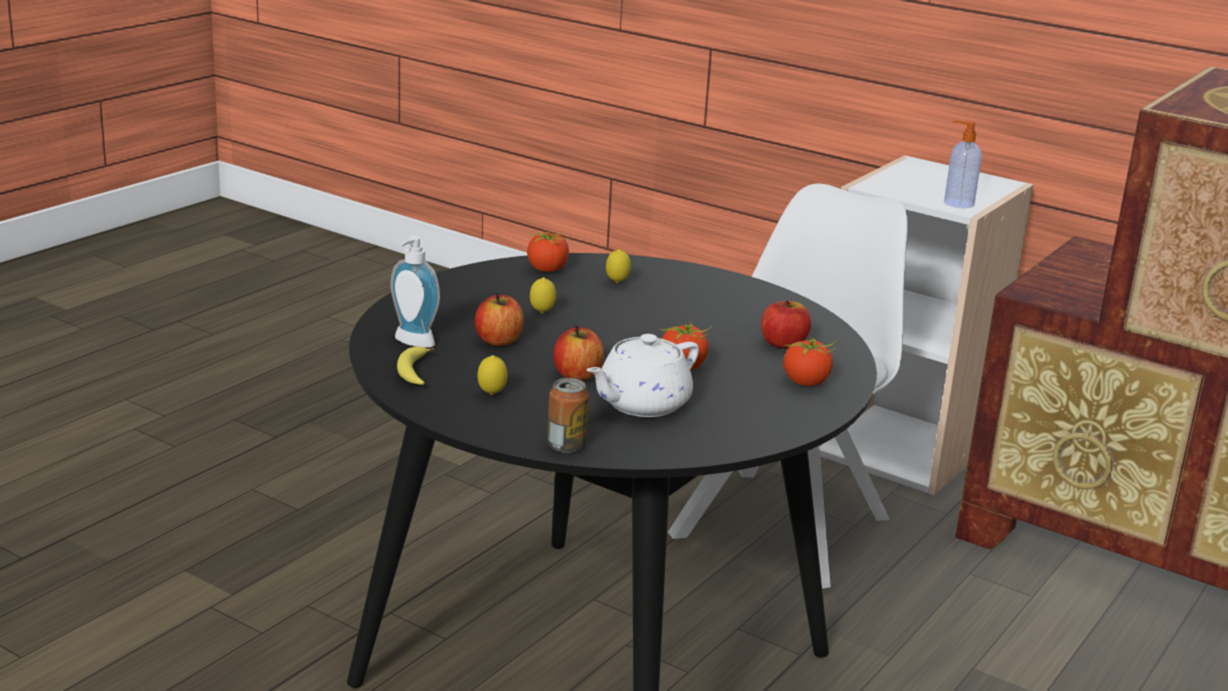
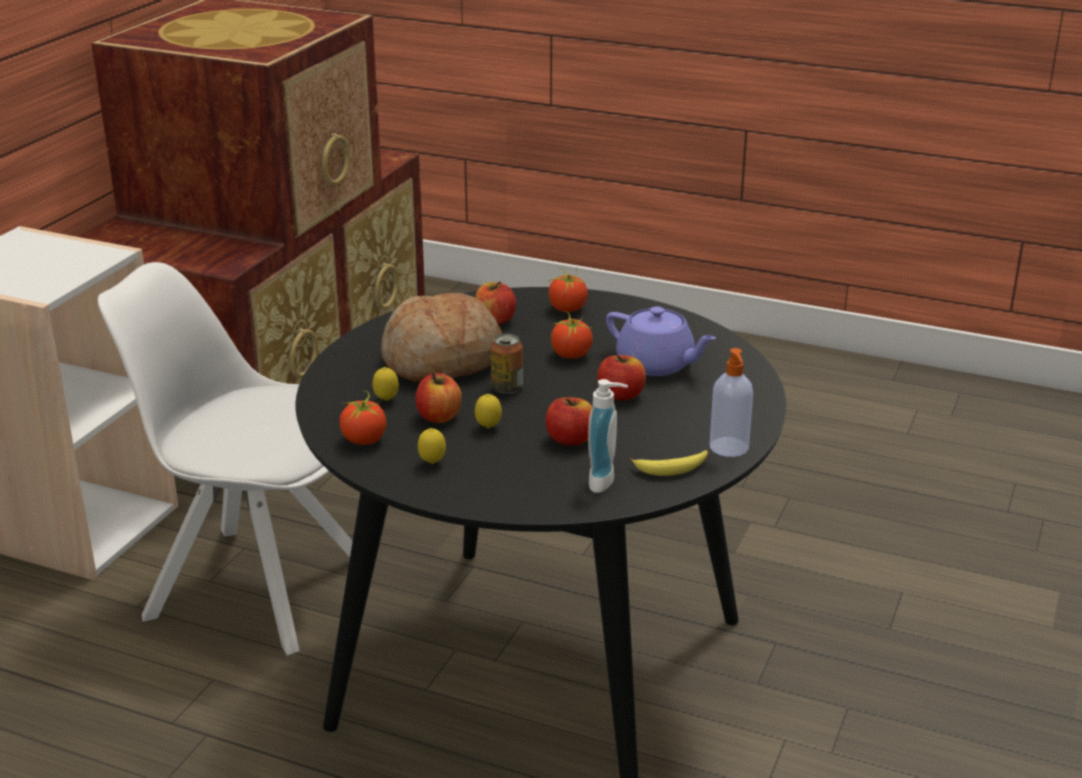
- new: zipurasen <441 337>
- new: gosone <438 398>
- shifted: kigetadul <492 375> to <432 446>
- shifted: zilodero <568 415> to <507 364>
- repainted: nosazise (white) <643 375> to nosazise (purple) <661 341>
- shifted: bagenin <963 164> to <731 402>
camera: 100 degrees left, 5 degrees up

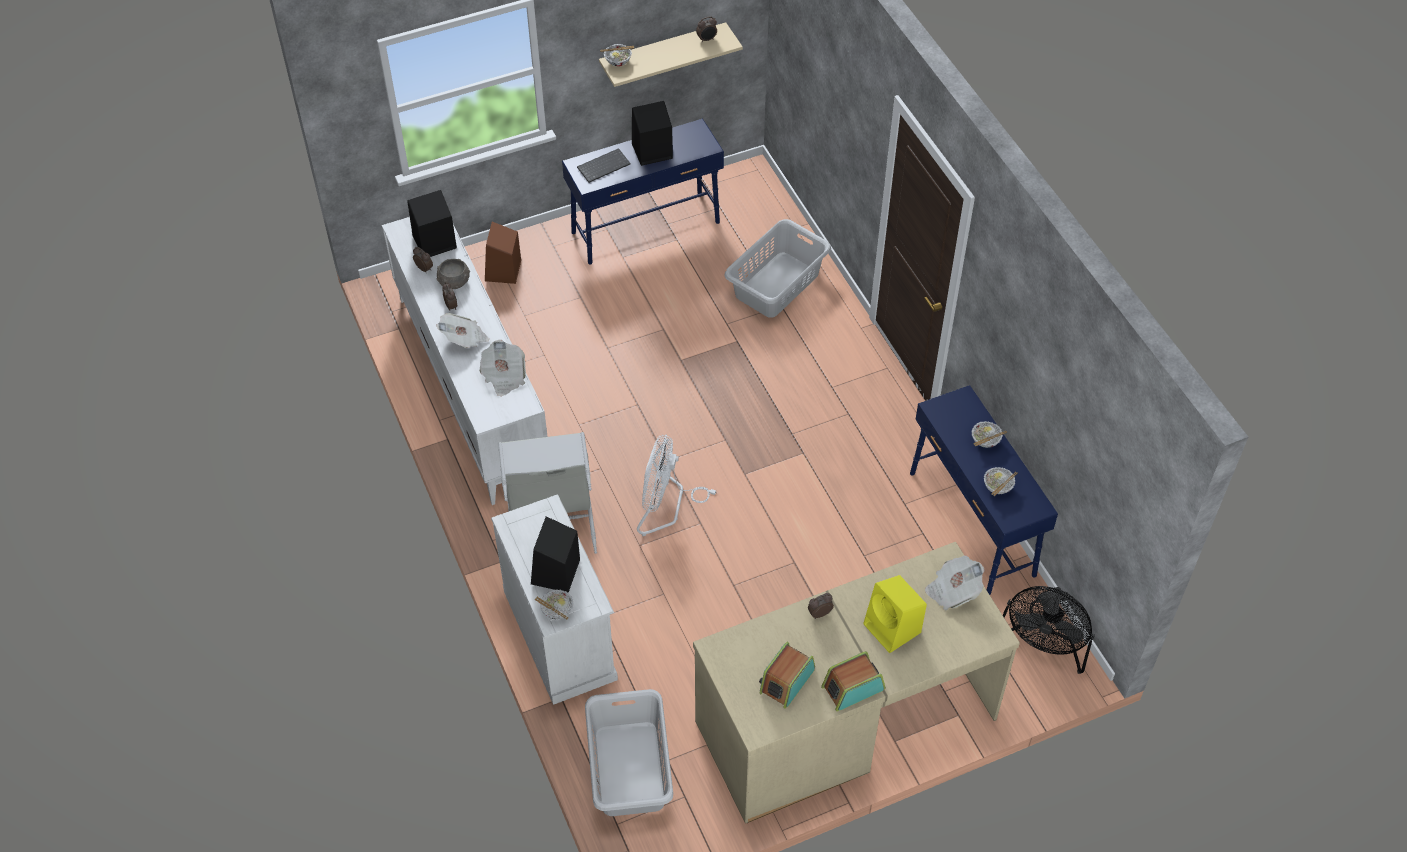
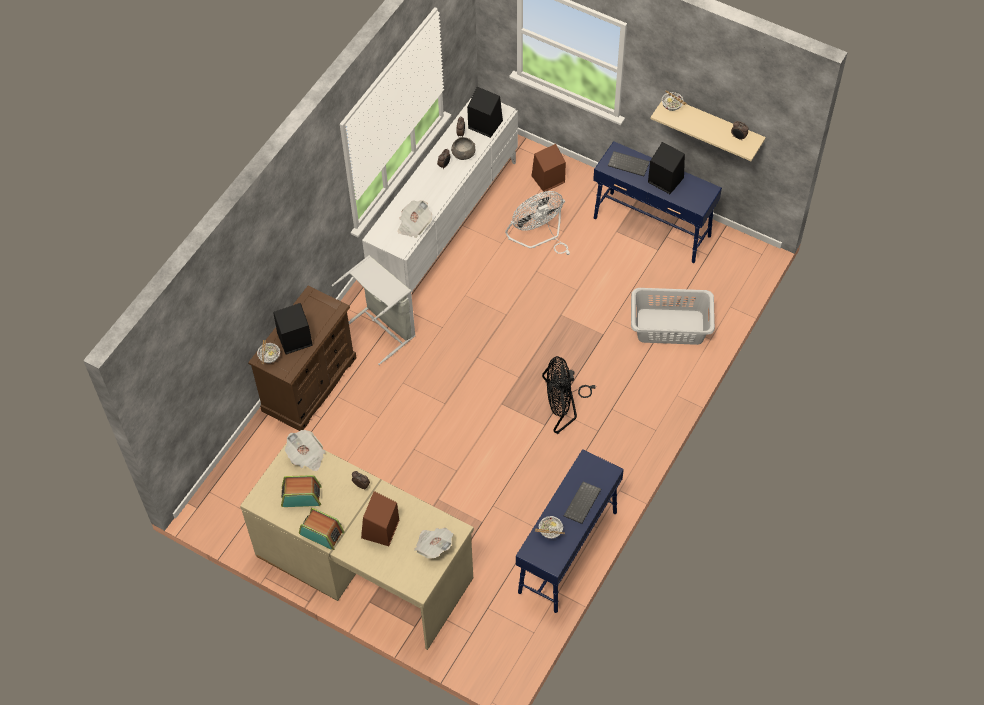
- repainted: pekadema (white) <554 600> to pekadema (brown) <302 358>
- shifted: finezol <462 330> to <305 450>
- repainted: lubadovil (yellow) <895 614> to lubadovil (brown) <380 518>
- shifted: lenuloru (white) <677 485> to <537 223>
- shifted: lenuloru (black) <1049 630> to <569 395>
- swapped: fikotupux <989 434> to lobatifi <582 503>
- gone: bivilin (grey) <629 752>
camera: 55 degrees right, 5 degrees up

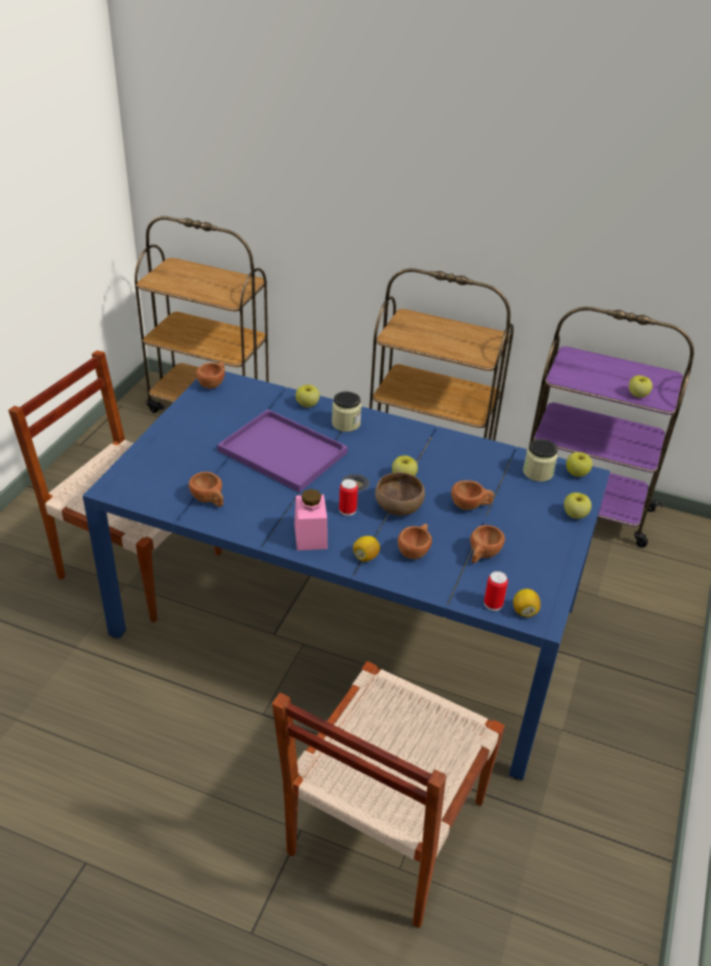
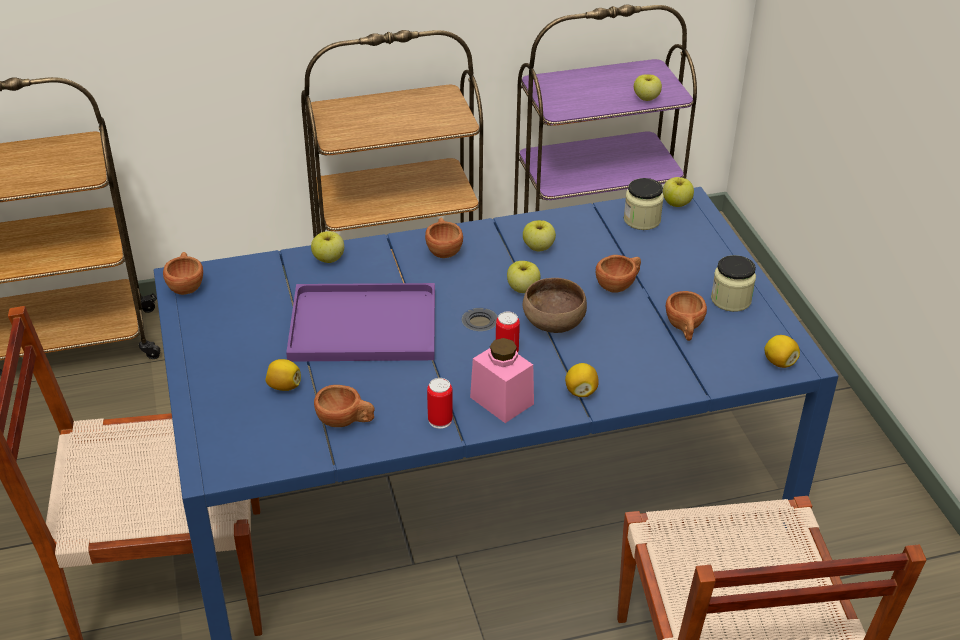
- new: kigetadul <283 375>
- shifted: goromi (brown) <415 541> to <444 238>
- shifted: zilodero <496 591> to <440 403>
- shifted: gosone <578 505> to <539 235>
- shifted: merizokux <347 412> to <733 283>
camera: 35 degrees left, 0 degrees up

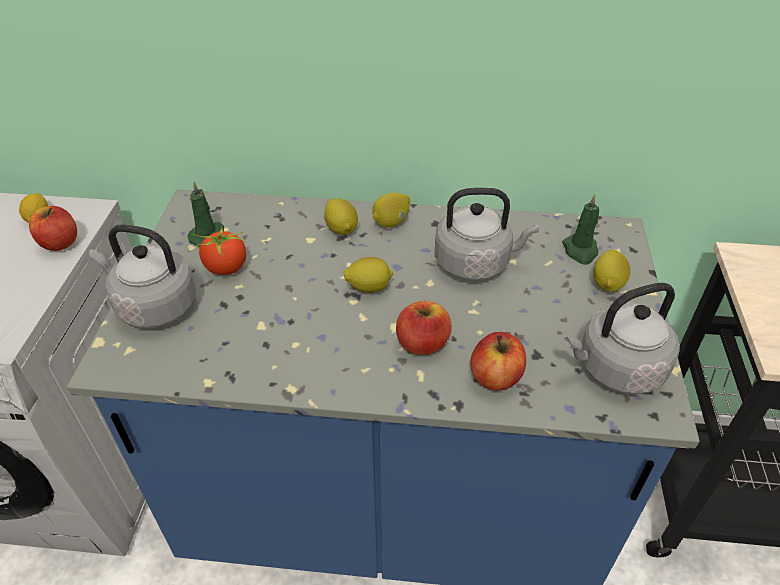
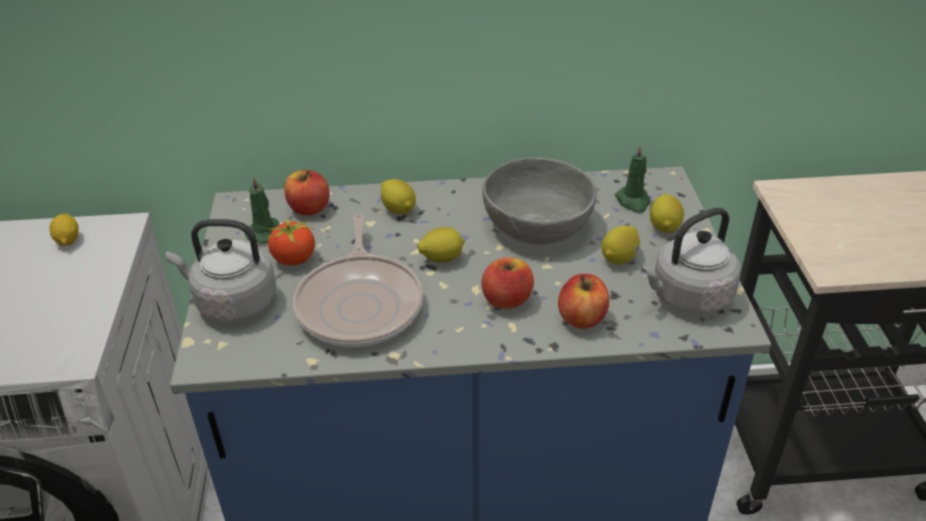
- shifted: gosone <53 228> to <306 192>
- new: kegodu <358 280>
- swapped: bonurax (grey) <486 234> to fikotupux (grey) <539 201>
- shifted: kigetadul <391 210> to <621 245>
camera: 10 degrees left, 5 degrees down

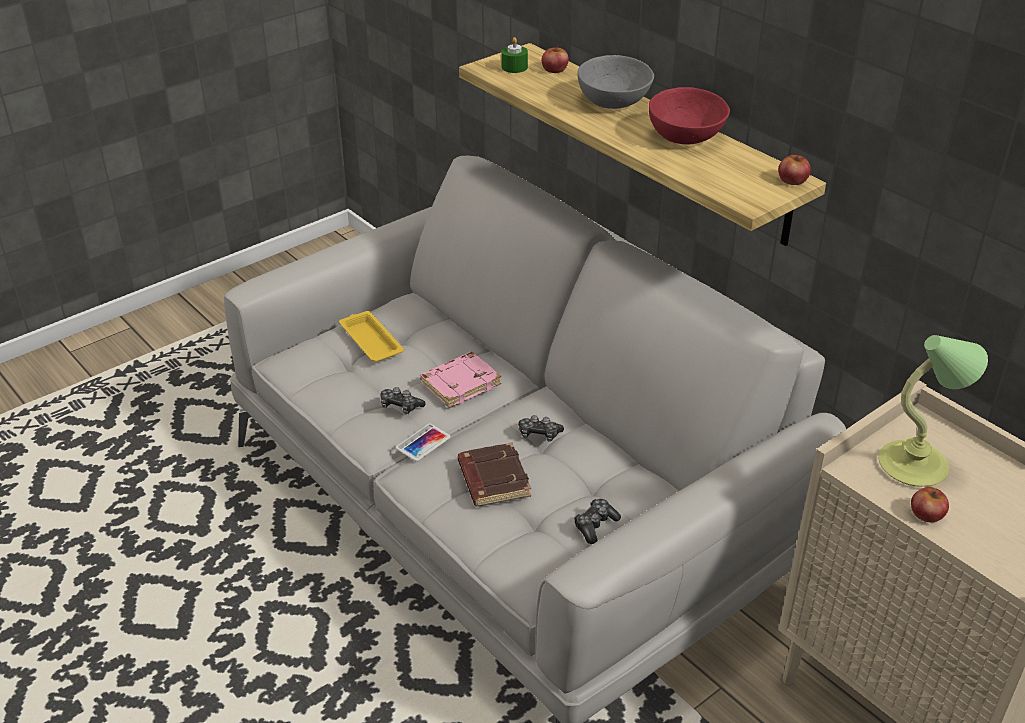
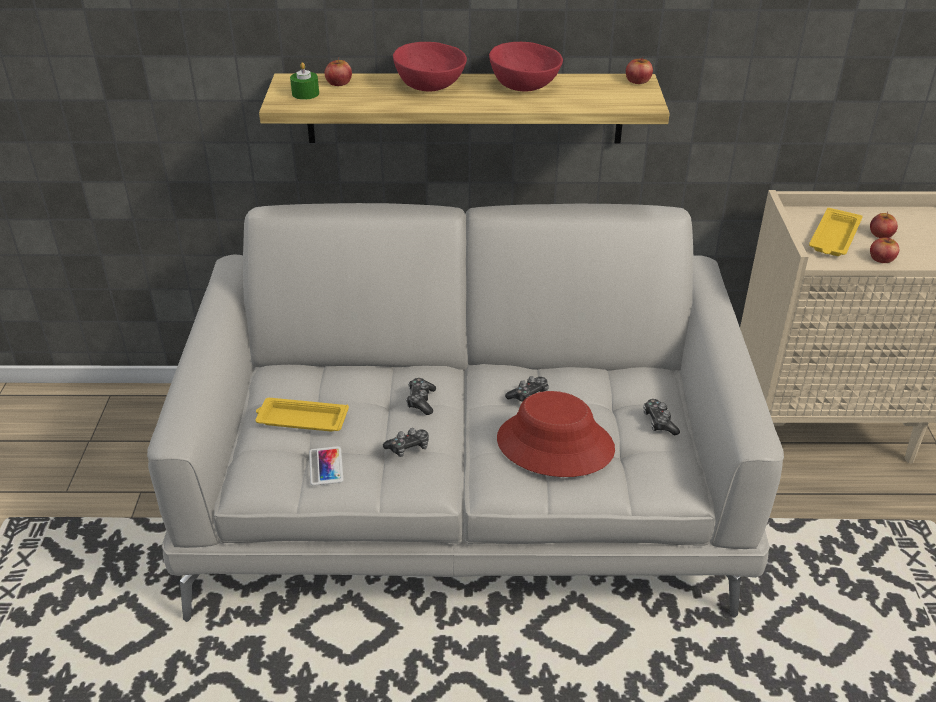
- shifted: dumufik <423 442> to <326 466>
- repainted: fikotupux (grey) <616 82> to fikotupux (red) <430 67>
- swapped: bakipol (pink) <460 380> to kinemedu <421 396>
- swapped: bakipol (brown) <494 474> to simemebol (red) <556 434>
- swapped: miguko <933 411> to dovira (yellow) <835 232>
- new: gosone <884 225>
camera: 50 degrees left, 0 degrees up

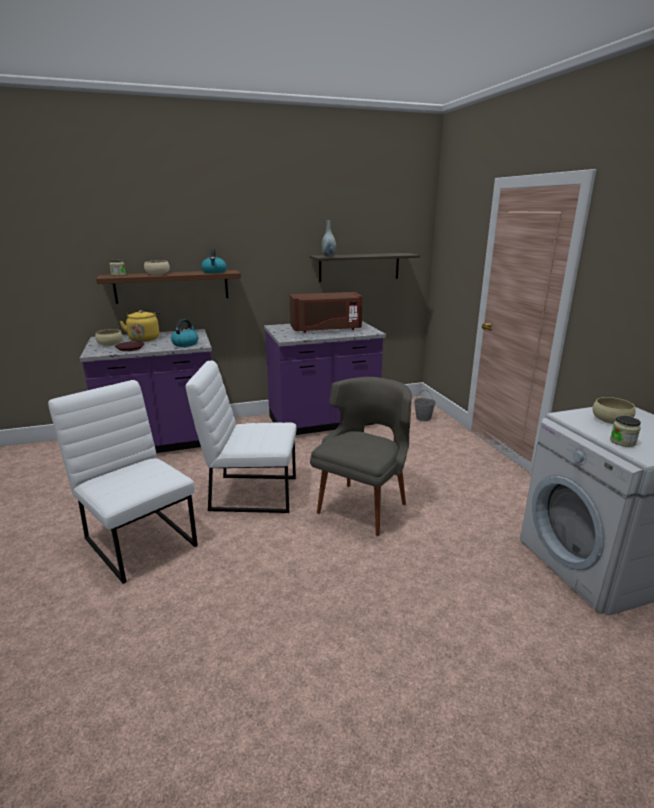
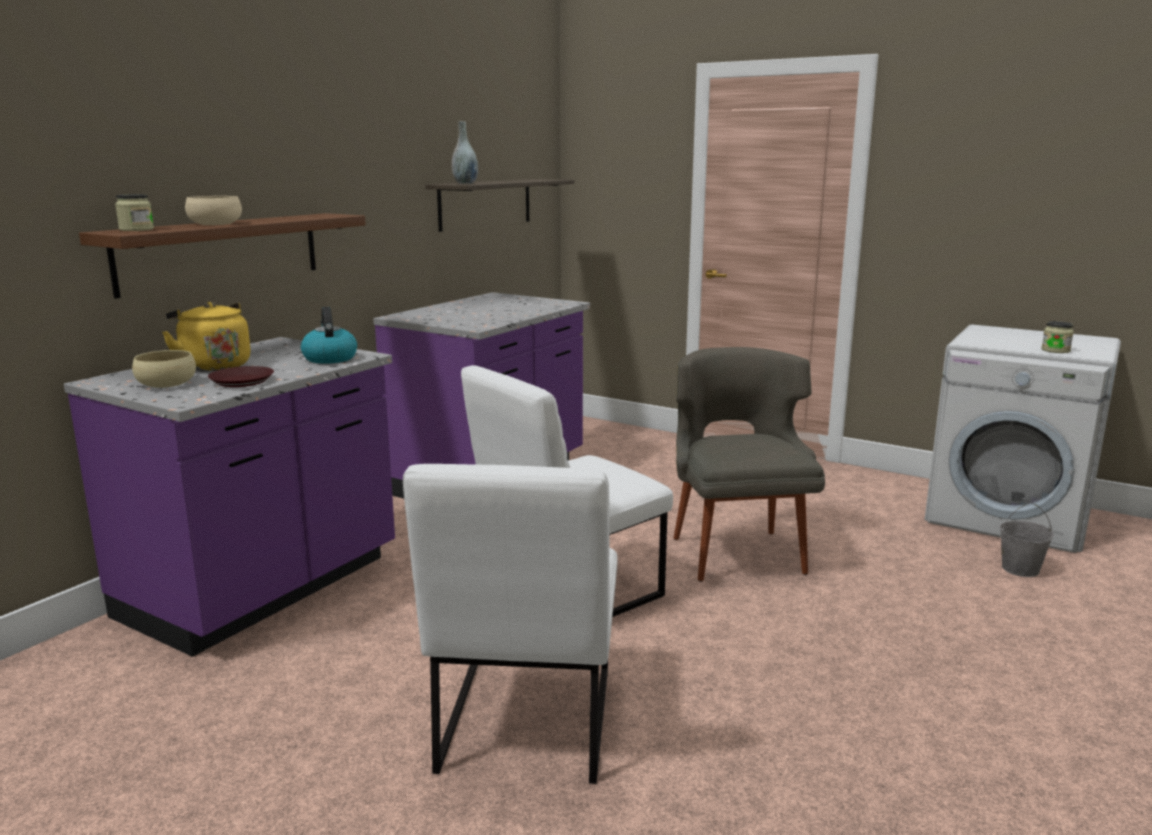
- rotated: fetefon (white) <123 482> = <510 624> 90 degrees counterclockwise
- shifted: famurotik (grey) <425 405> to <1027 539>
- gone: bonurax <214 260>
- gone: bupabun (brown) <326 312>
- gone: fikotupux (beige) <614 410>
camera: 40 degrees left, 5 degrees down

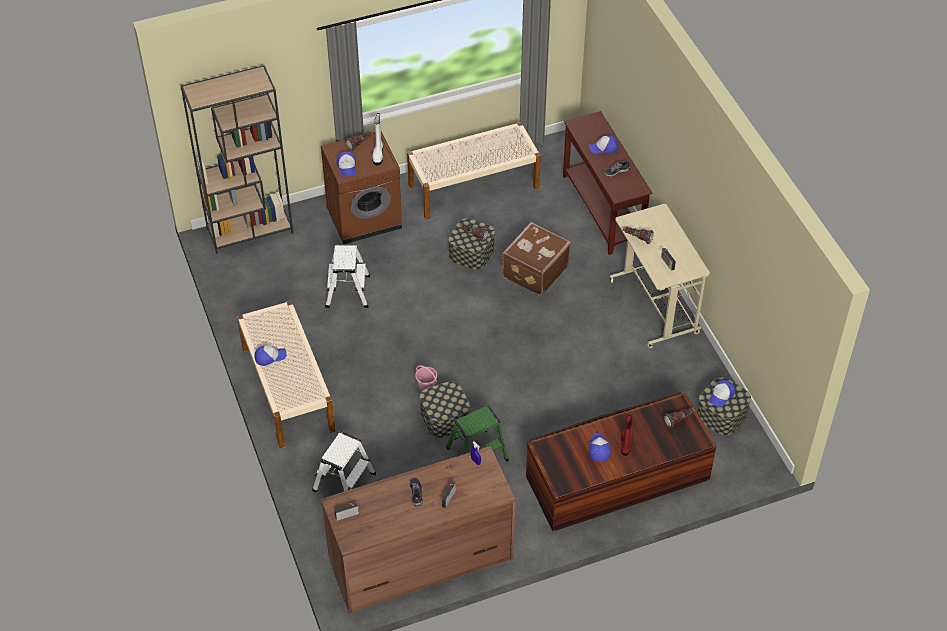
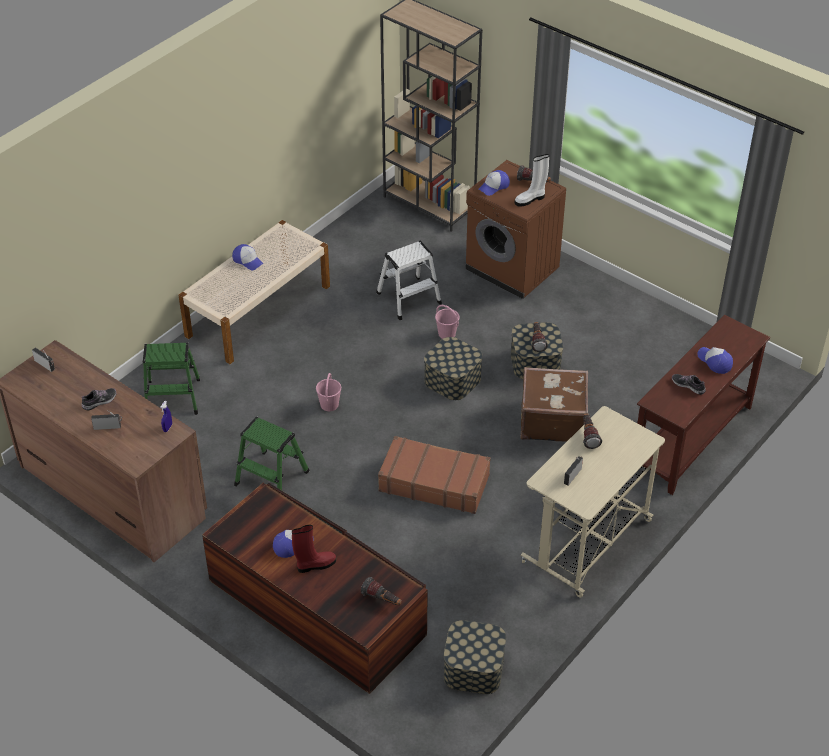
- repainted: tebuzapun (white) <344 461> to tebuzapun (green) <171 378>
- new: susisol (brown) <434 475>
- shifted: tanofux <445 409> to <453 368>
- new: famurotik (pink) <447 322>
- gone: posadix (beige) <474 171>
- gone: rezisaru <722 394>
camera: 60 degrees right, 5 degrees down

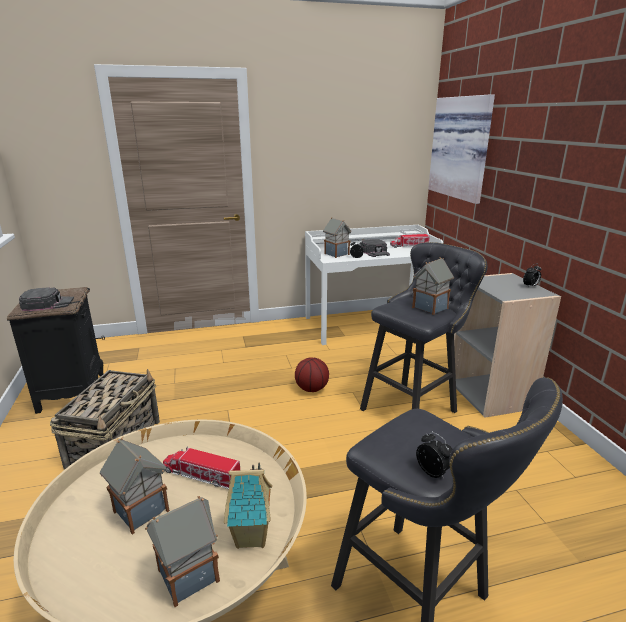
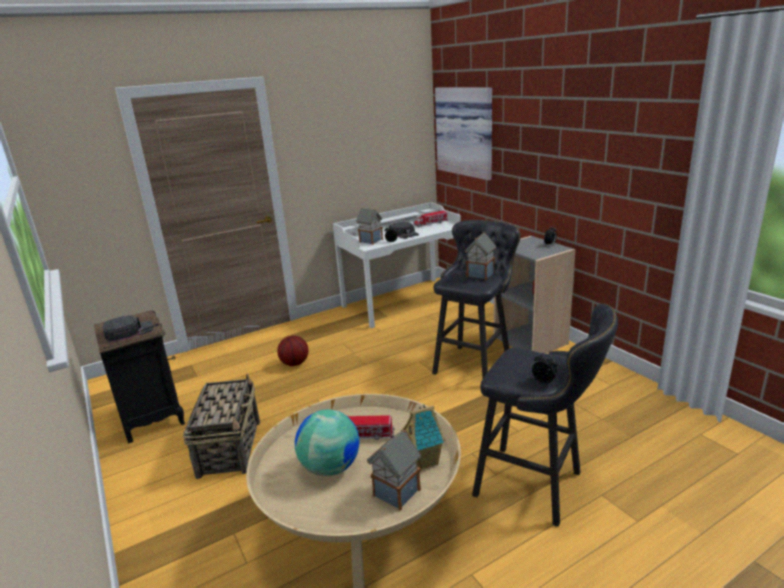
- shifted: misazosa <312 374> to <293 350>
- swapped: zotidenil <135 486> to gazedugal <327 443>
camera: 15 degrees left, 0 degrees up

